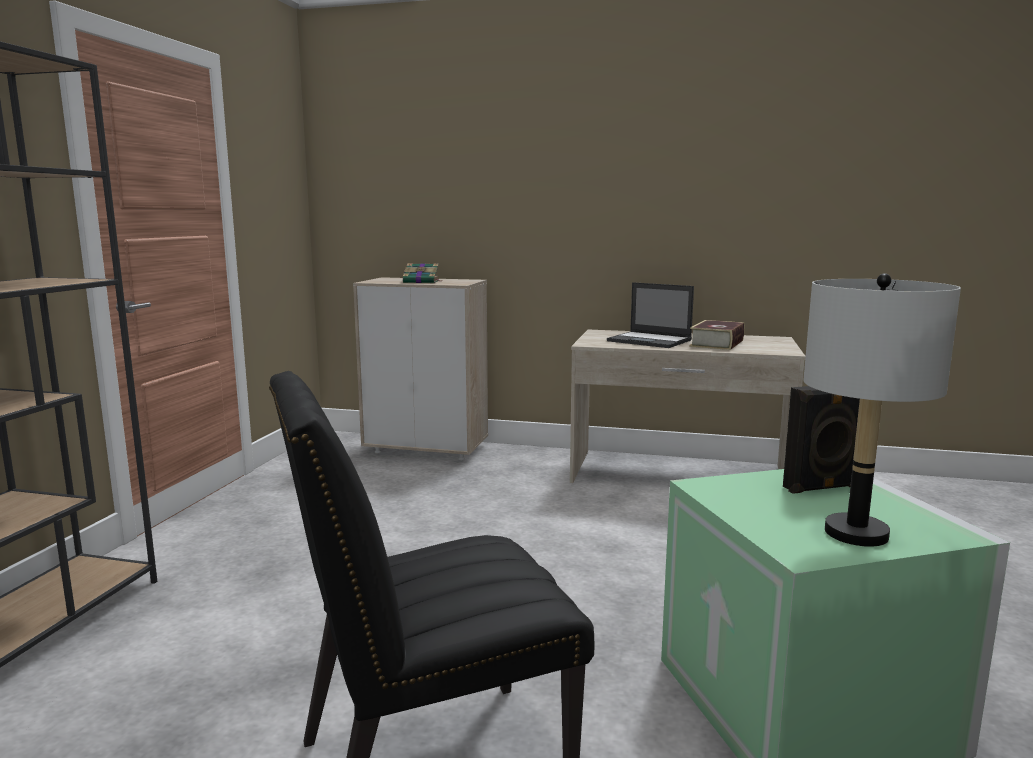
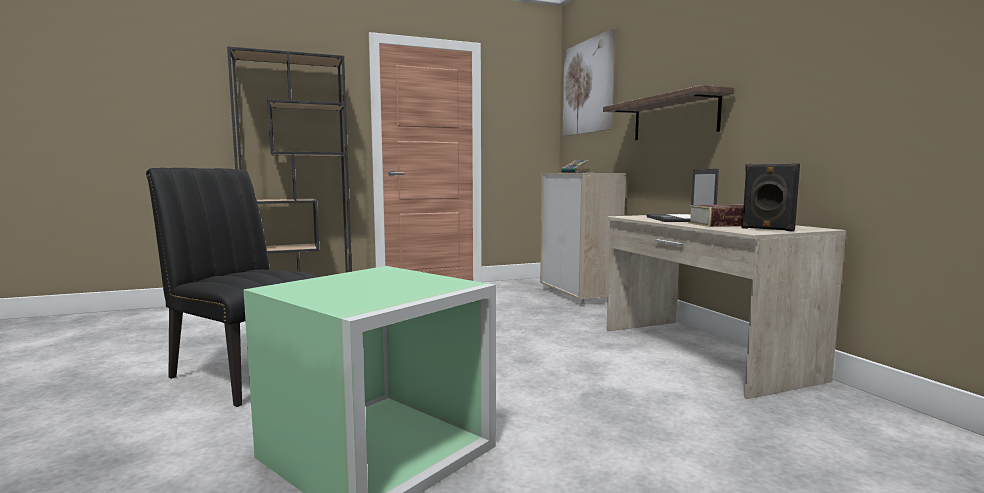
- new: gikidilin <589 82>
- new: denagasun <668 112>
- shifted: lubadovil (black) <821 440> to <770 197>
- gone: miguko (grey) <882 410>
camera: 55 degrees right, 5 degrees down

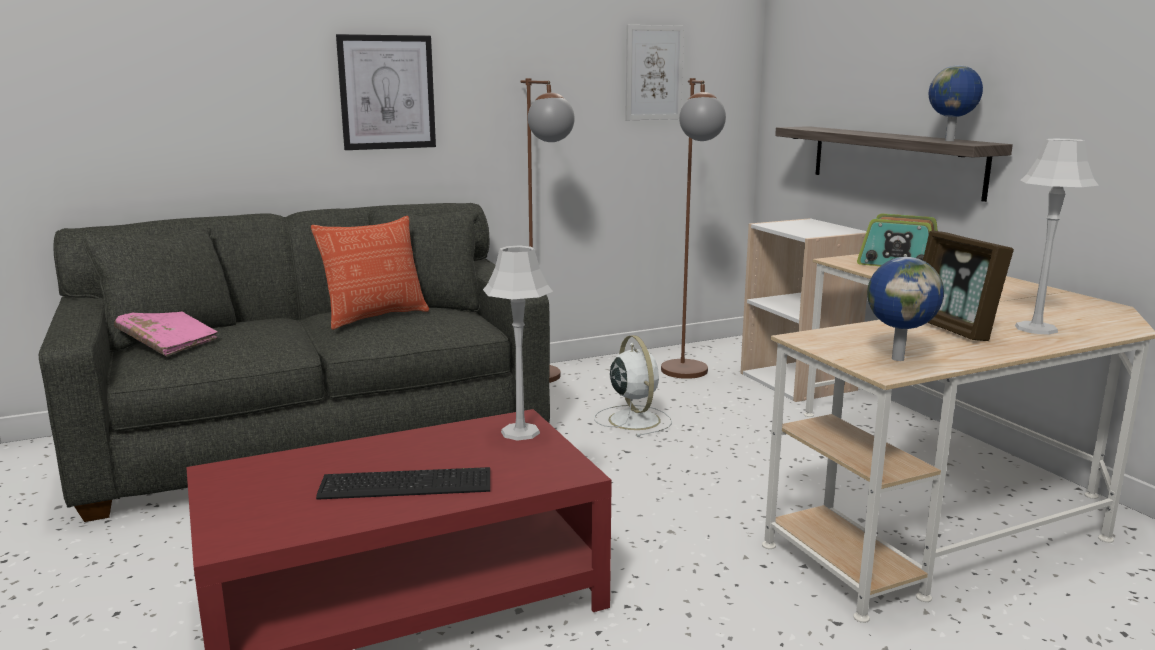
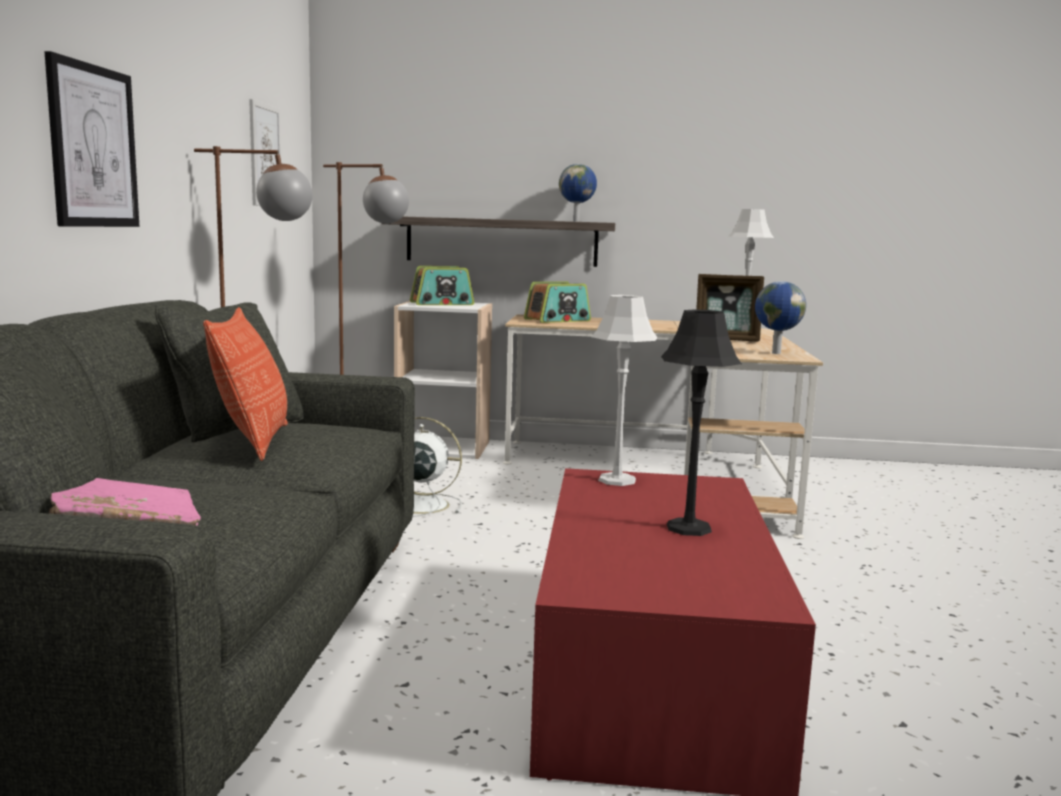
- new: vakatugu <442 285>
- swapped: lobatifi <403 483> to miguko (black) <701 422>
camera: 60 degrees left, 5 degrees down

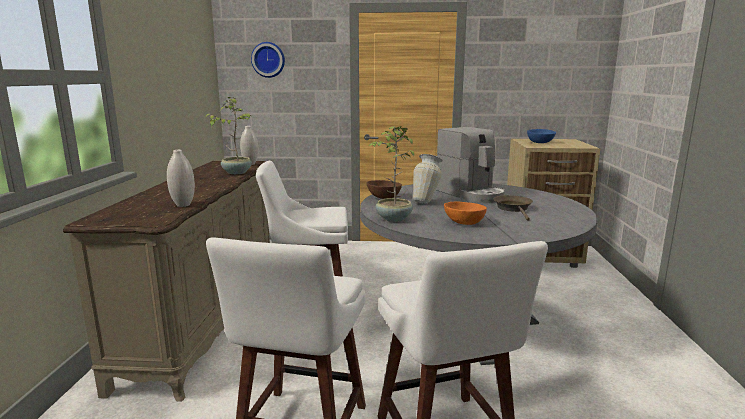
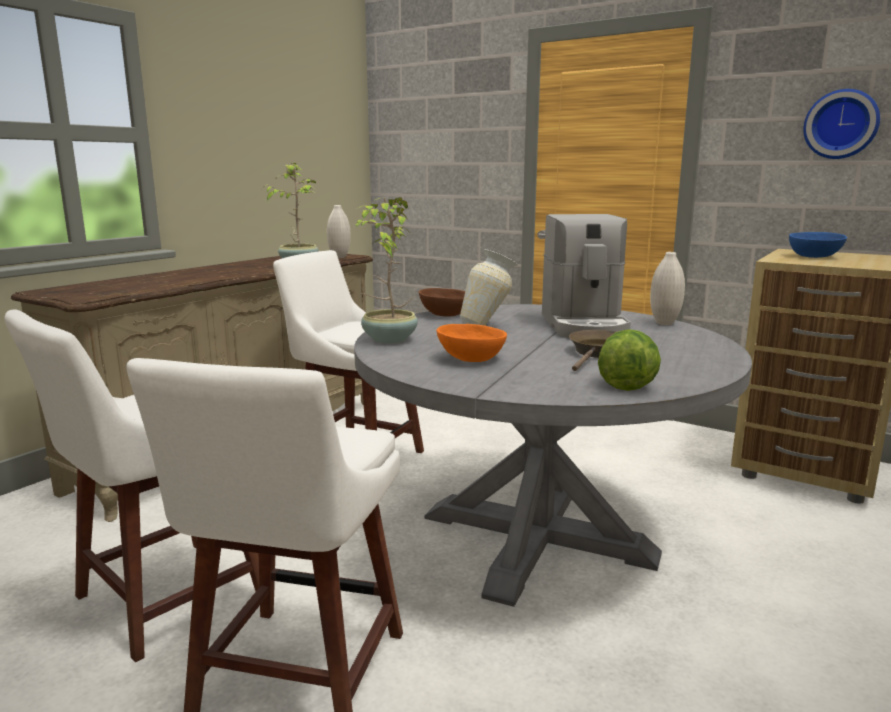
- new: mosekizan <629 360>
- shifted: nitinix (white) <181 178> to <667 288>
- shifted: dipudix <268 60> to <841 124>
camera: 30 degrees right, 0 degrees up

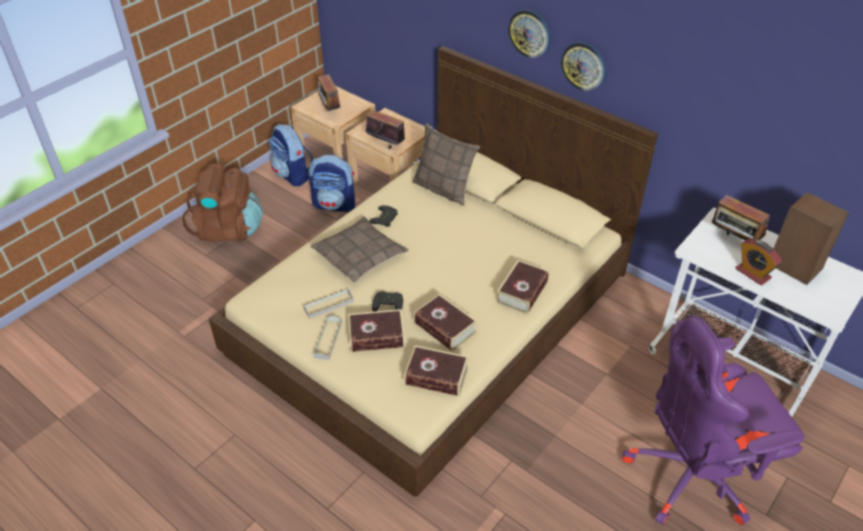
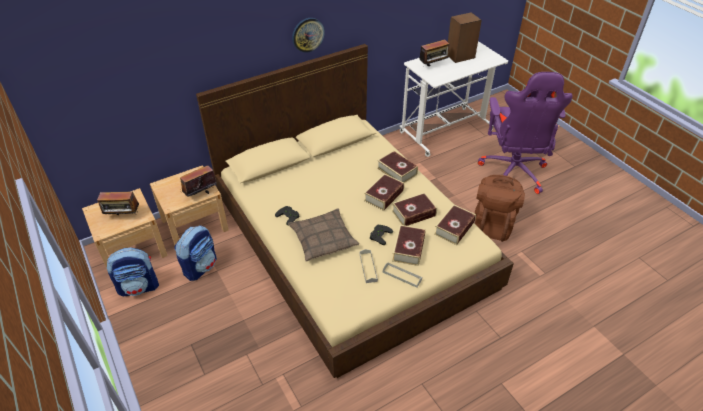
- new: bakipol <384 192>
- shifted: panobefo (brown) <222 202> to <500 208>
- gone: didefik <446 164>
- gone: dipudix <529 33>
- gone: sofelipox <759 262>
camera: 70 degrees left, 0 degrees up

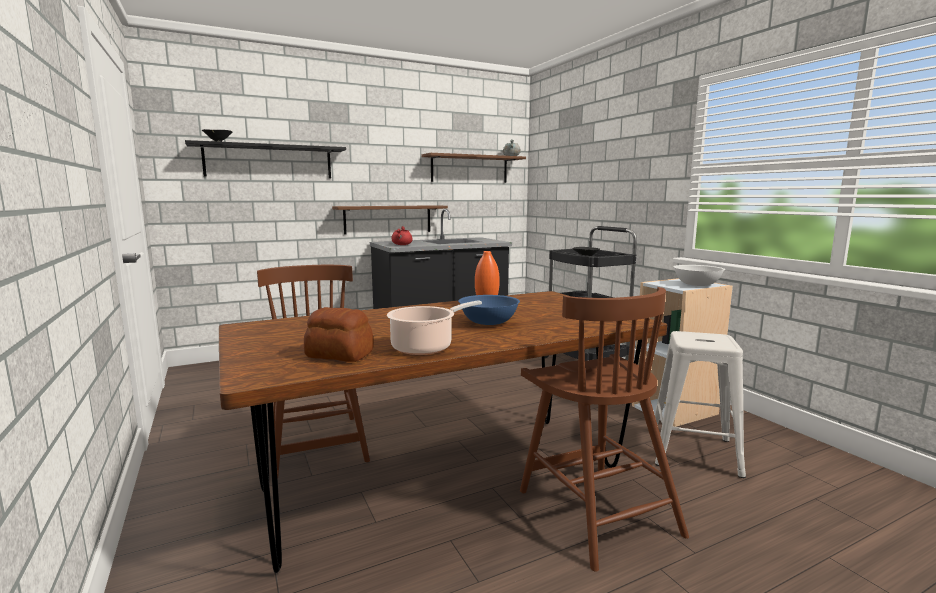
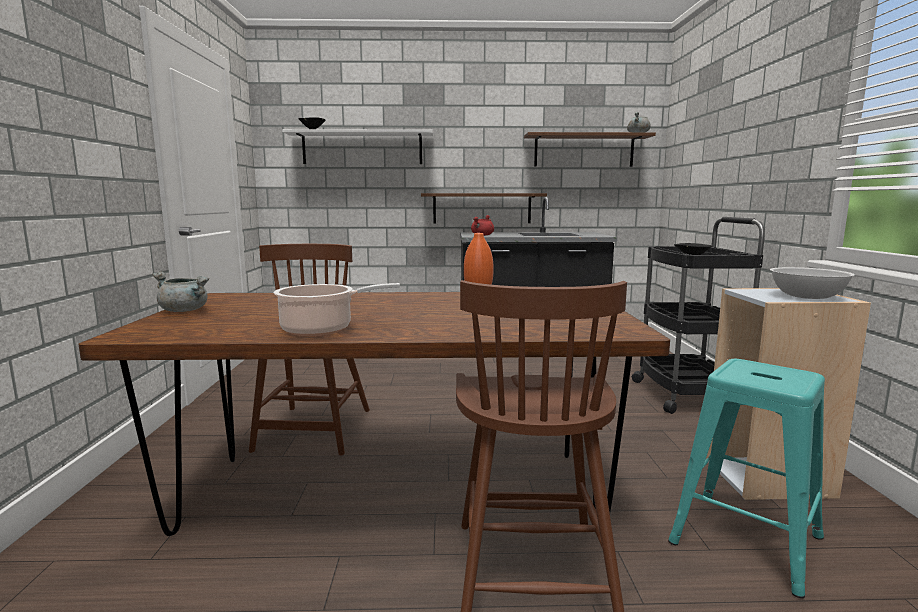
- new: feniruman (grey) <180 291>
- repainted: denagasun (black) <265 159> to denagasun (white) <357 146>
- repainted: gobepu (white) <700 404> to gobepu (turquoise) <746 478>
- gone: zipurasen <339 334>
- gone: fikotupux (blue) <489 310>
camera: 25 degrees right, 0 degrees up

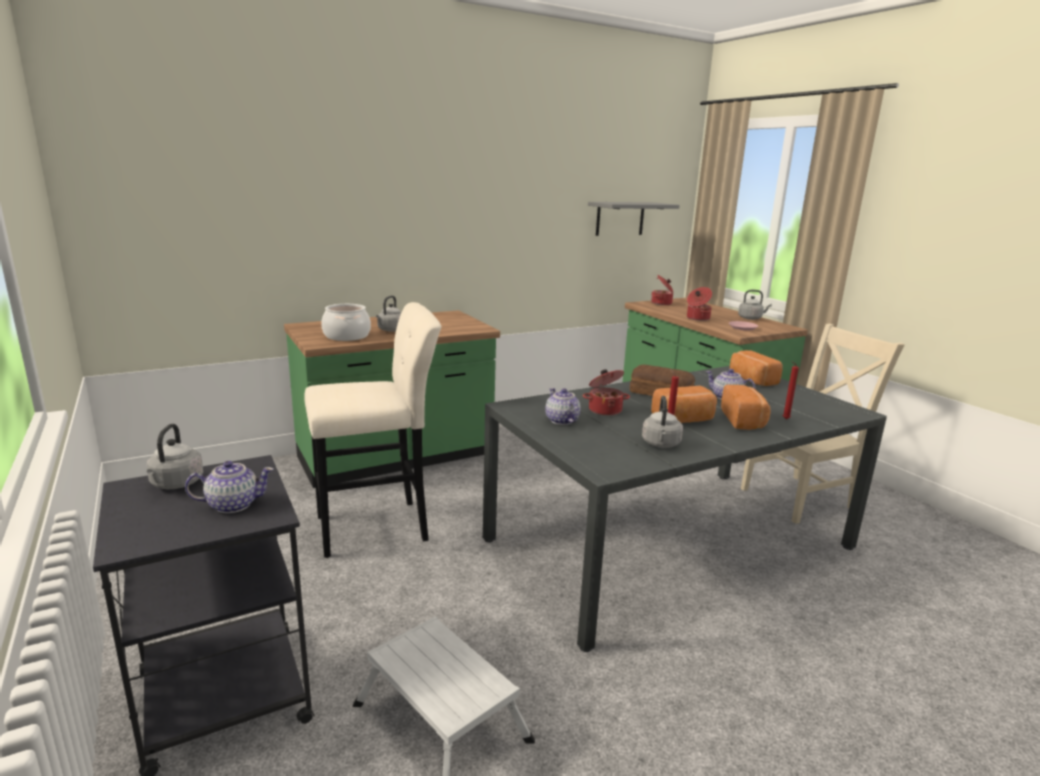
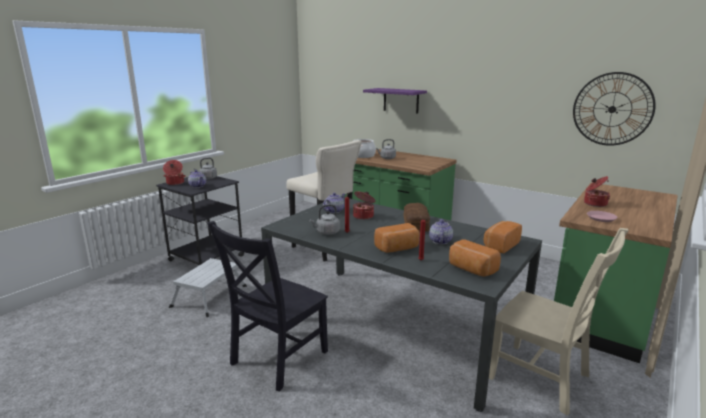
- shifted: feniruman <662 290> to <174 172>
- new: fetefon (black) <267 306>
- new: denagasun (purple) <395 100>
- shifted: zipurasen <684 404> to <475 258>
- swapped: denagasun (grey) <634 219> to dipudix <614 109>
- gone: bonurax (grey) <755 305>
camera: 65 degrees right, 0 degrees up

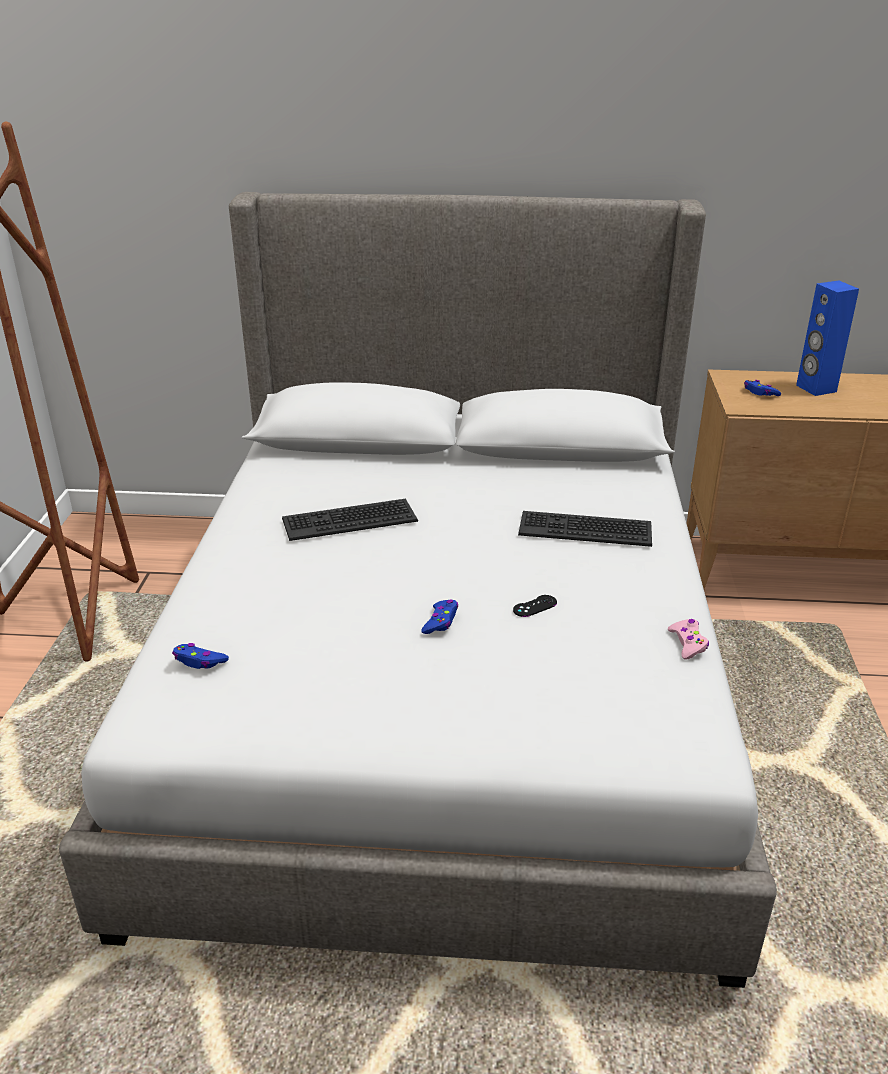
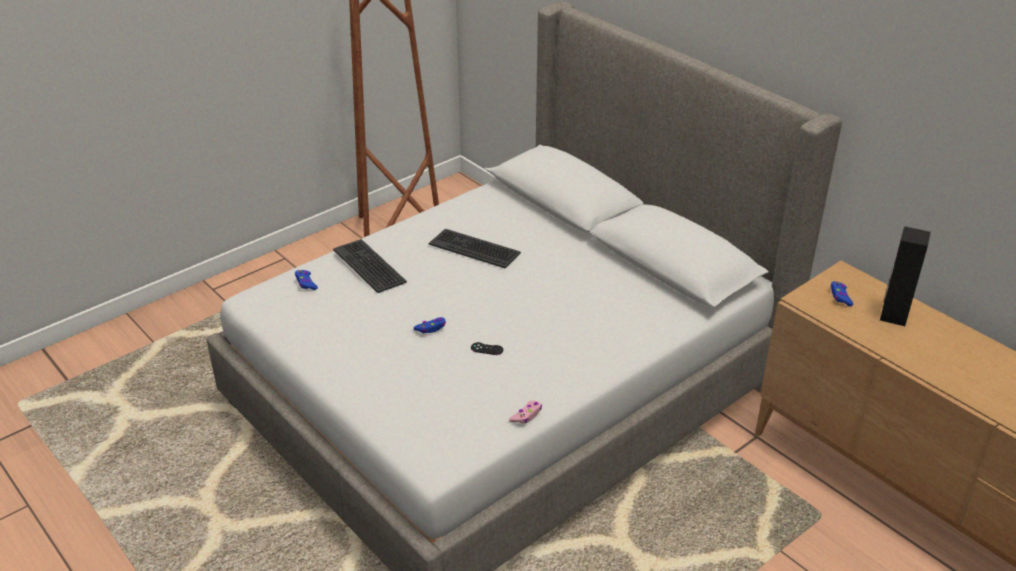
- shifted: lobatifi <585 529> to <370 266>
- repainted: lubadovil (blue) <827 338> to lubadovil (black) <905 276>
camera: 45 degrees right, 5 degrees up

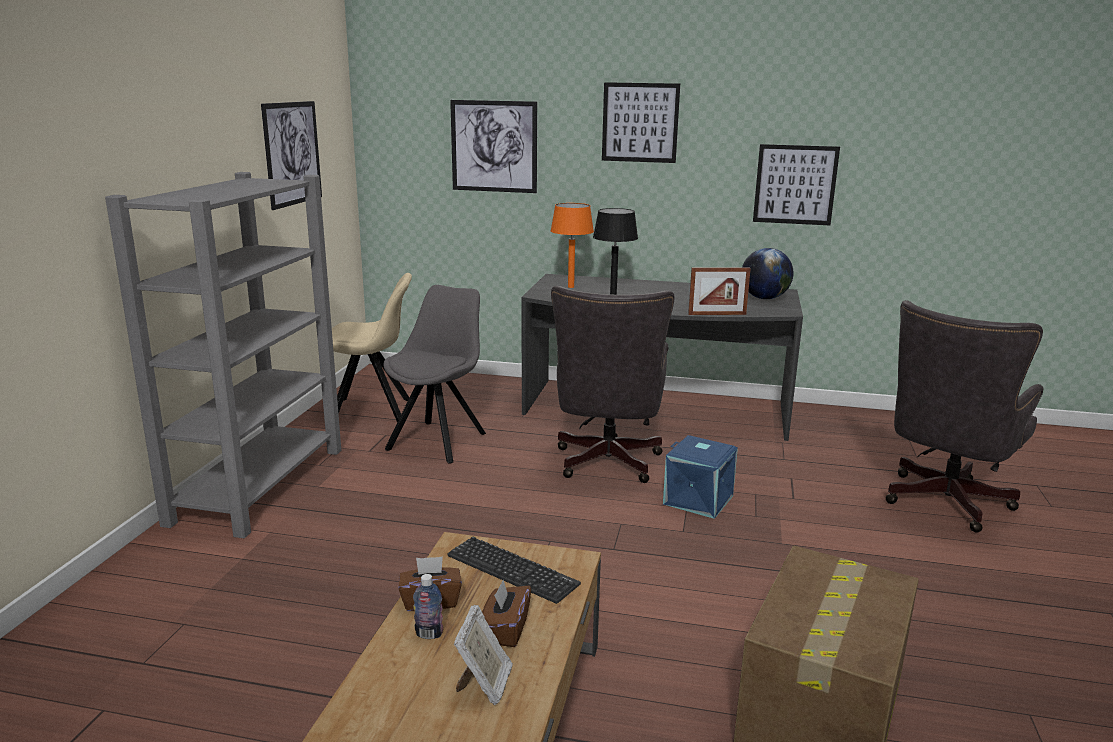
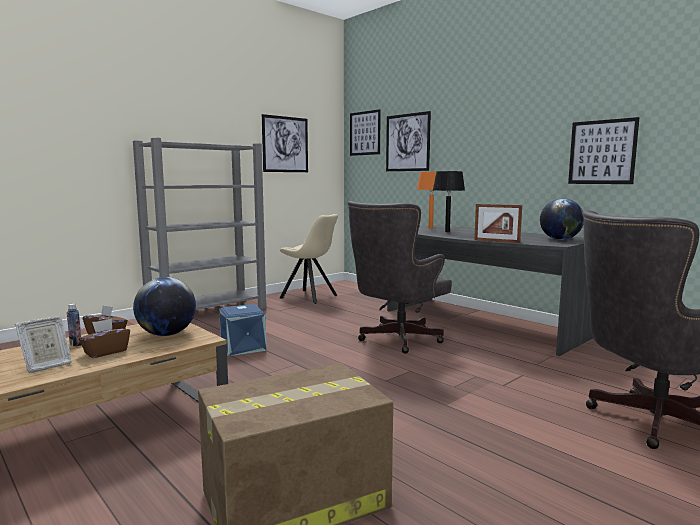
- swapped: lobatifi <514 570> to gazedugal <164 306>
- shifted: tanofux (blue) <700 477> to <242 330>
- shifted: gikidilin <641 122> to <365 132>
- gone: fetefon (grey) <434 374>
camera: 35 degrees right, 10 degrees down

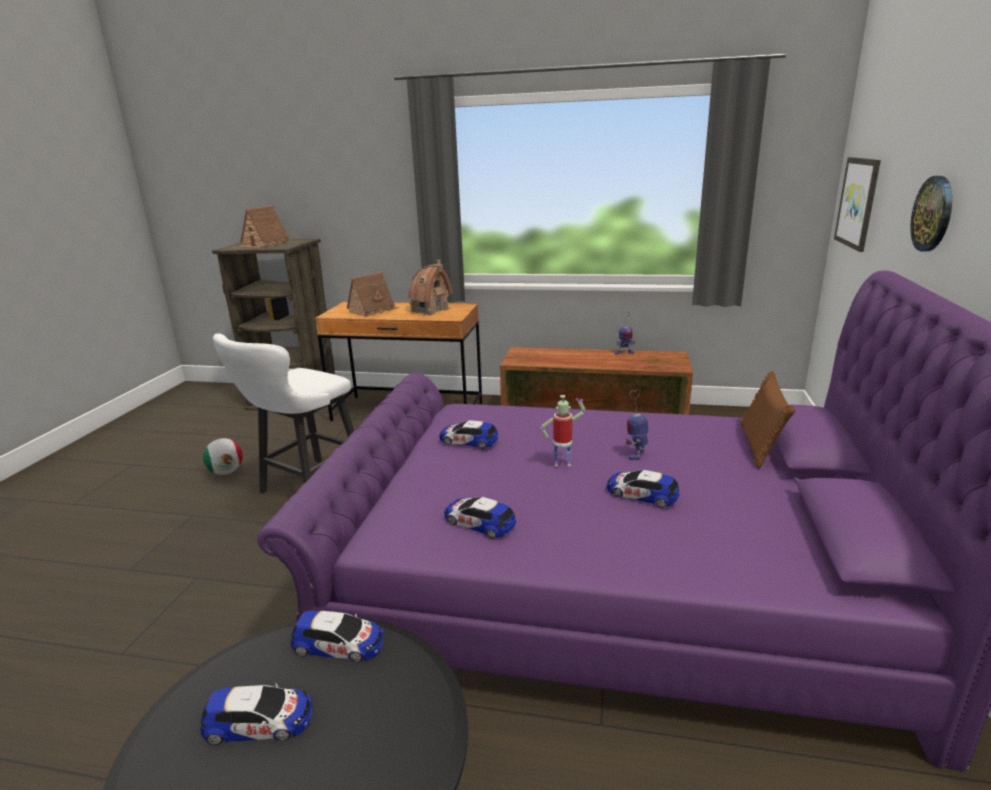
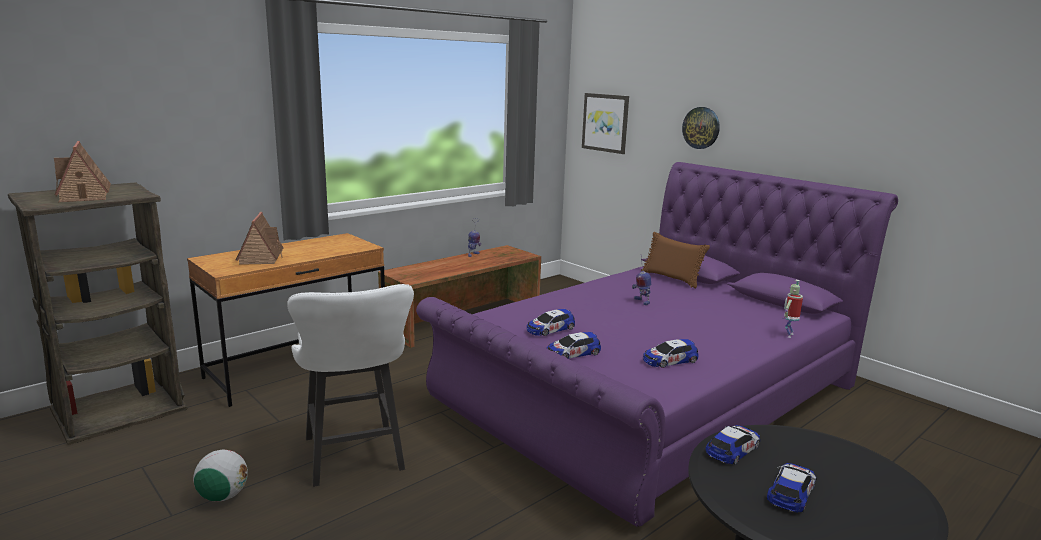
- shifted: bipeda <643 489> to <574 345>
- shifted: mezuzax <563 431> to <792 309>
- gone: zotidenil <430 287>
camera: 55 degrees left, 5 degrees down

